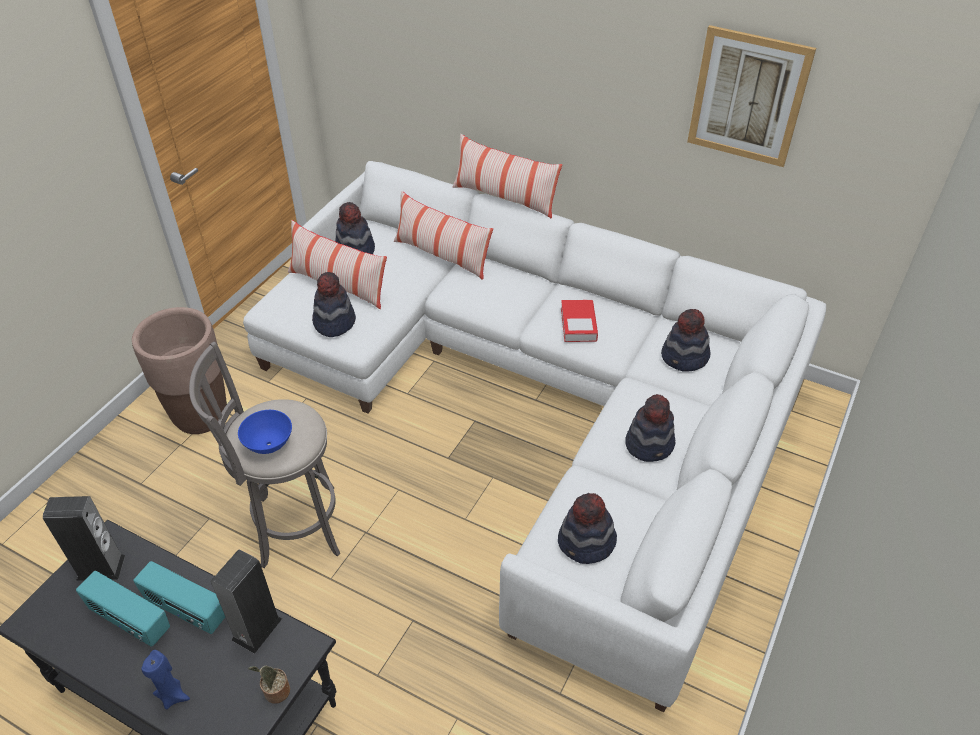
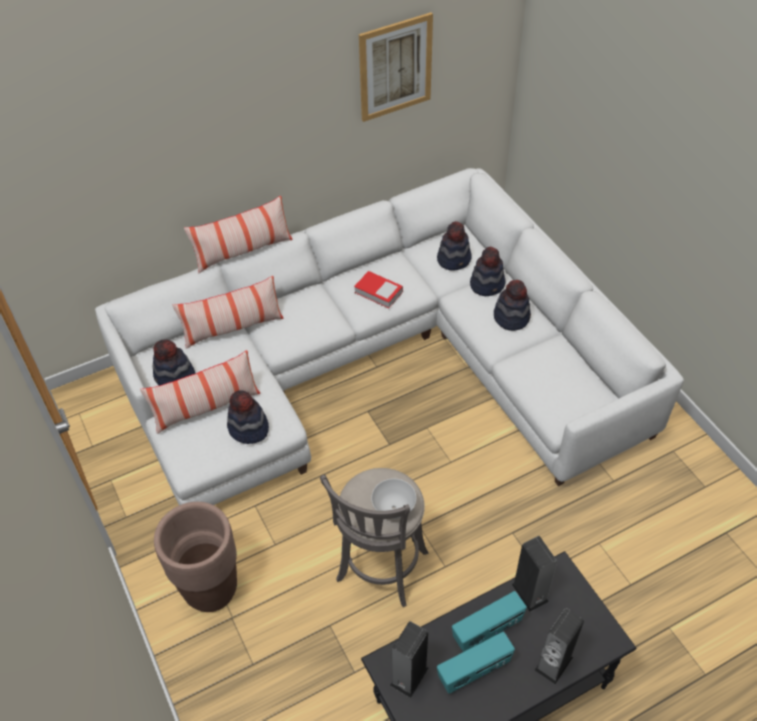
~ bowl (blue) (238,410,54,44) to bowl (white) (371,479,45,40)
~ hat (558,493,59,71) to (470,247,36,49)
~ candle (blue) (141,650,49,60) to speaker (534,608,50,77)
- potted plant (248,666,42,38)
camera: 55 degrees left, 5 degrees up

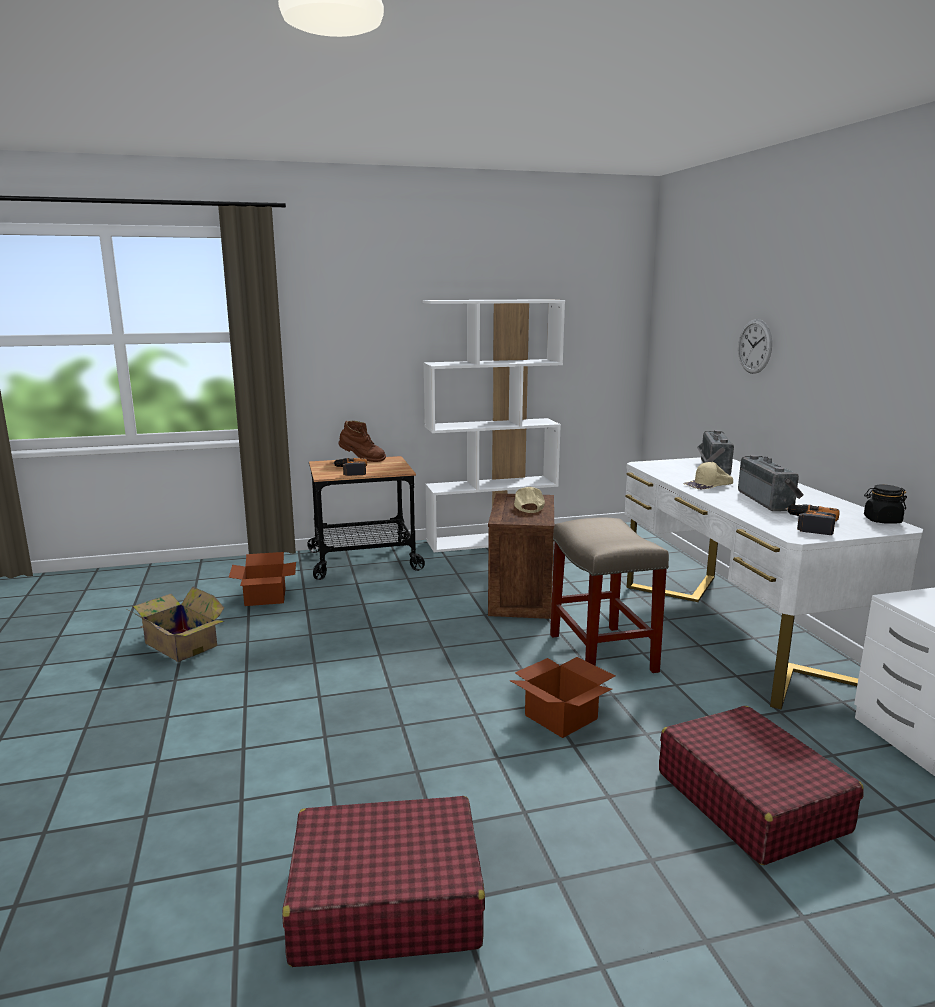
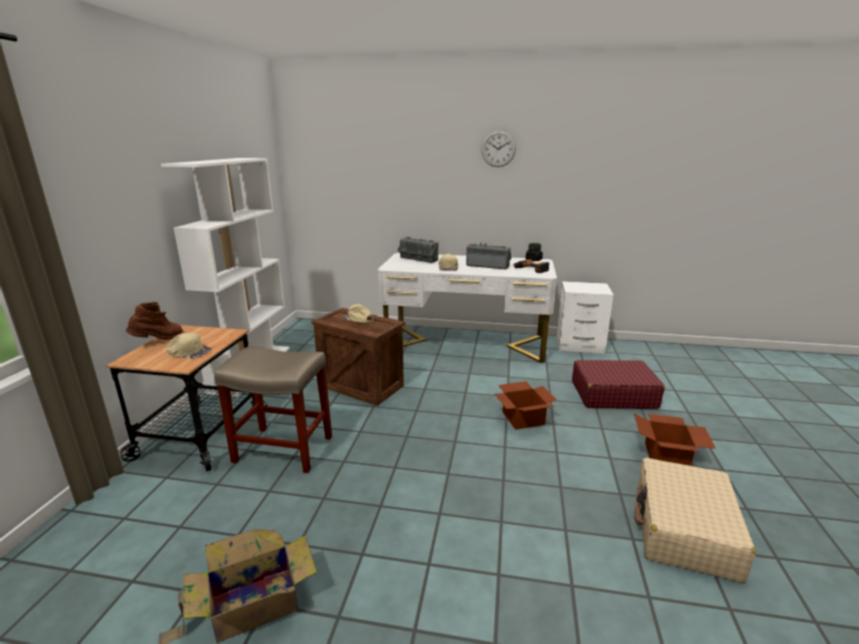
~ wall clock (738,319,34,55) to (481,131,35,36)
~ power drill (333,458,34,18) to cap (beige) (167,333,45,26)
~ stool (beige) (550,517,119,156) to (214,346,118,127)
~ cardboard box (229,552,67,54) to (634,414,82,52)
~ suitcase (red) (282,796,203,171) to suitcase (beige) (635,458,121,125)
camera: 65 degrees left, 5 degrees up

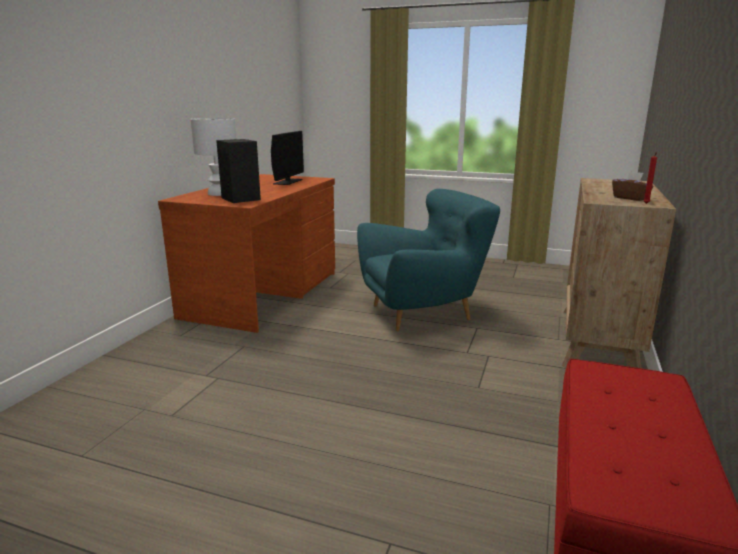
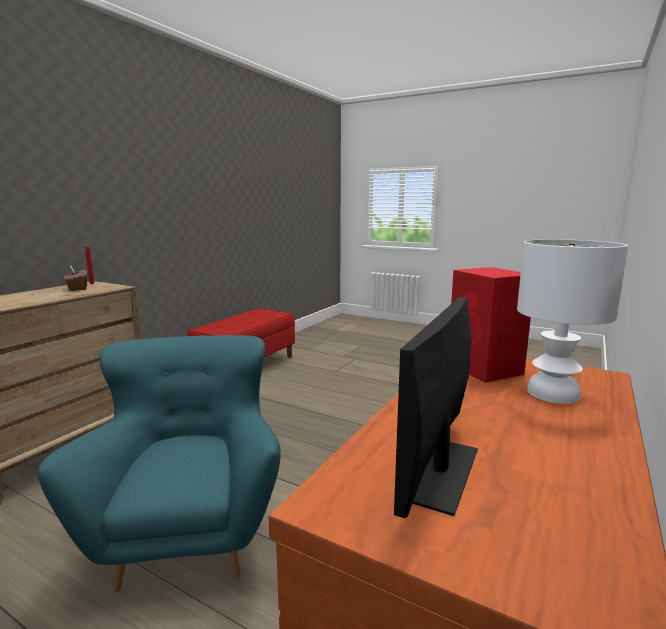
~ speaker (black) (216,139,45,64) to speaker (red) (451,267,80,116)
~ armchair (turquoise) (357,189,143,142) = (38,335,243,257) 90 degrees clockwise
camera: 170 degrees left, 5 degrees down

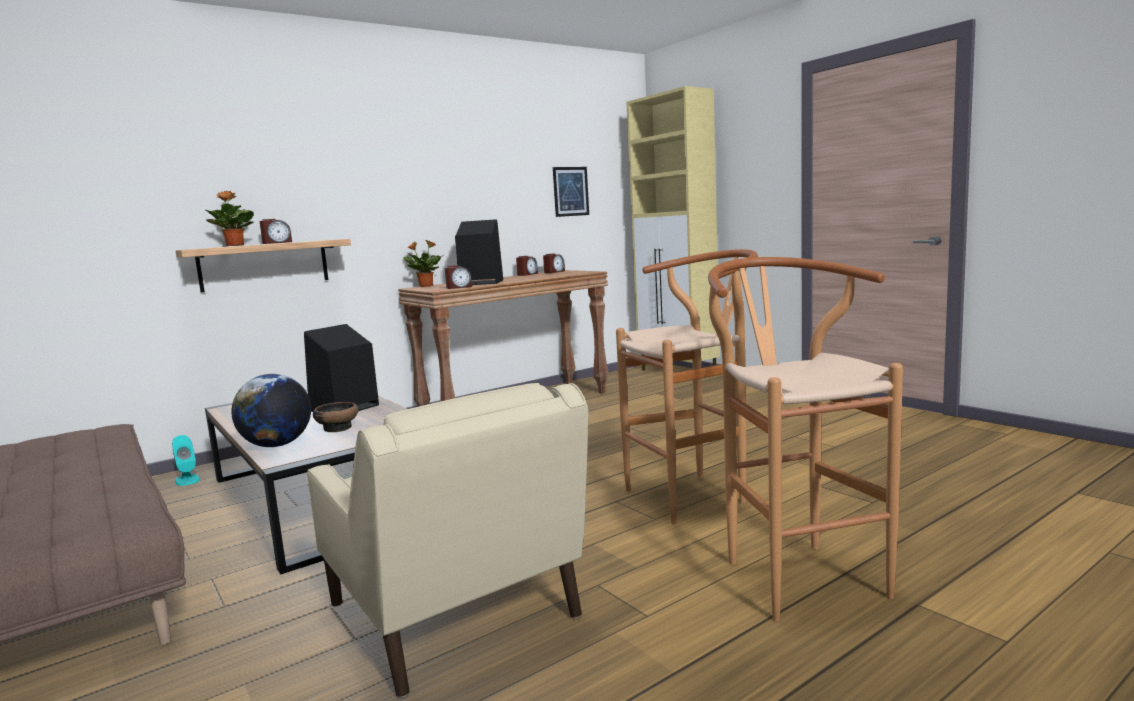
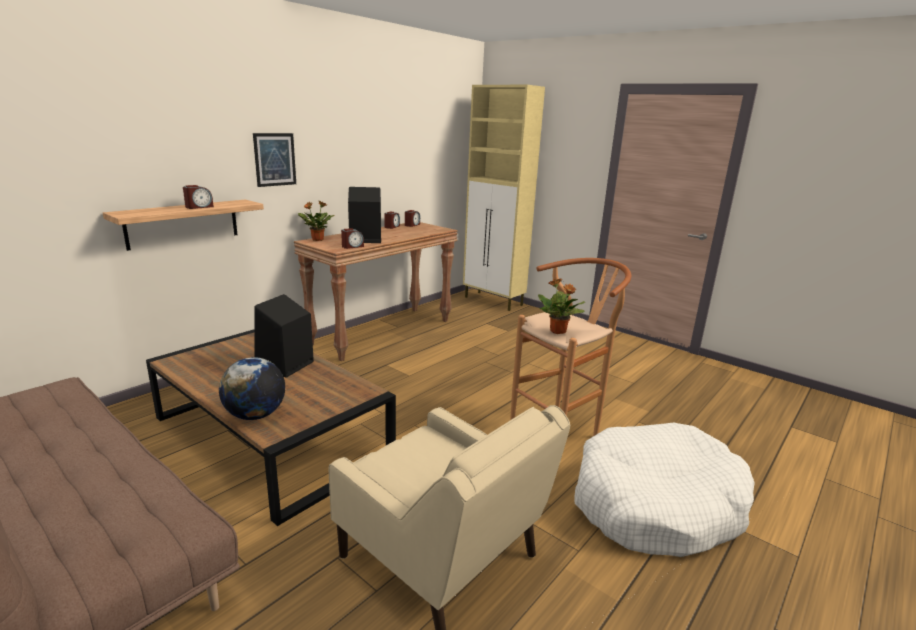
~ picture (553,167,36,50) to (253,133,43,54)
~ potted plant (206,191,48,55) to (538,278,47,56)
~ stool (brown) (708,257,195,365) to dog bed (white) (574,423,181,134)
- bowl (313,402,45,30)
- speaker (turquoise) (172,435,28,51)
camera: 15 degrees left, 10 degrees up

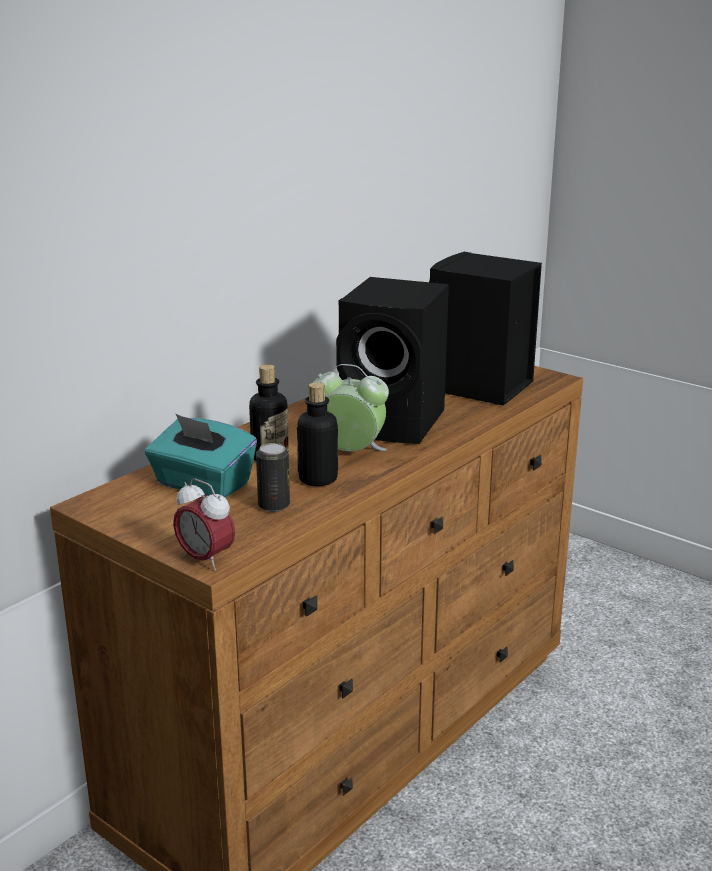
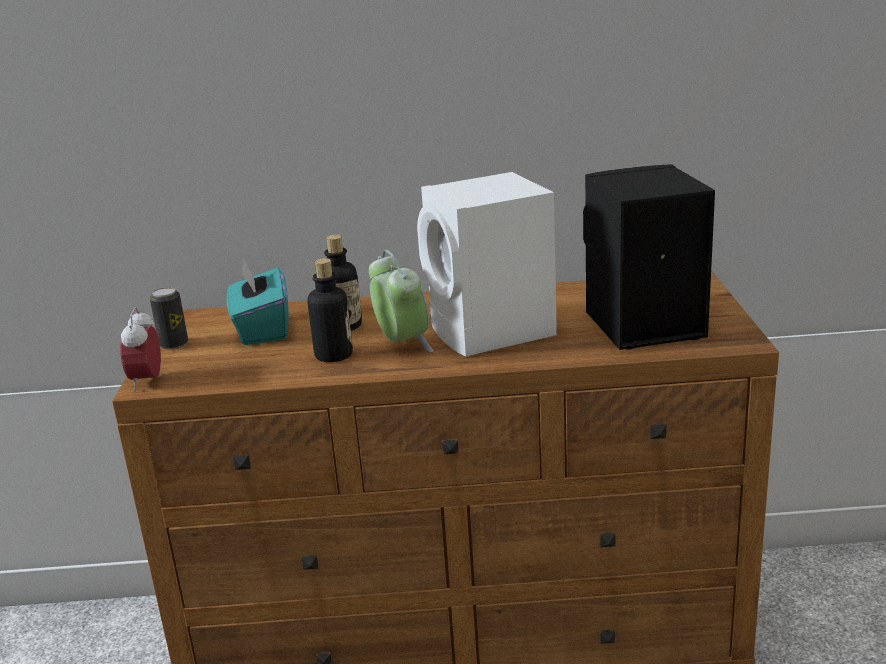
~ speaker (black) (336,277,113,167) to speaker (white) (417,172,140,185)
~ can (256,443,34,69) to (150,287,38,62)
camera: 50 degrees right, 0 degrees up

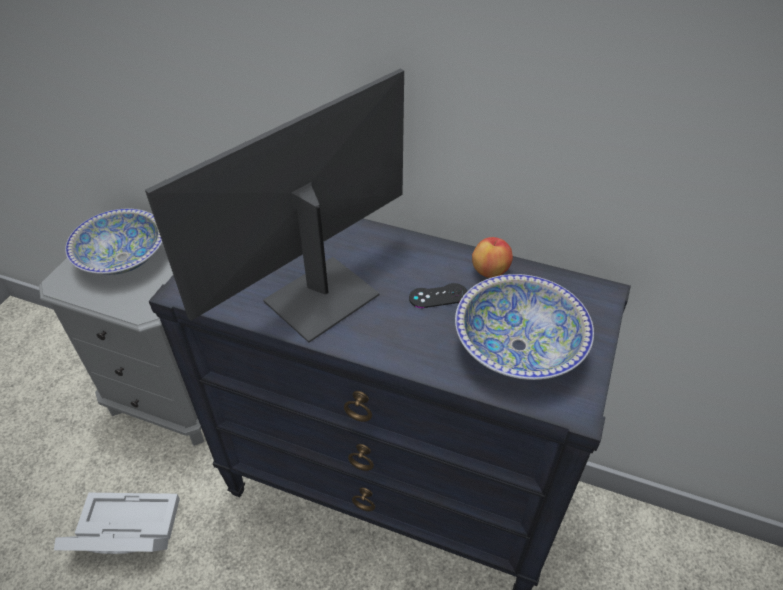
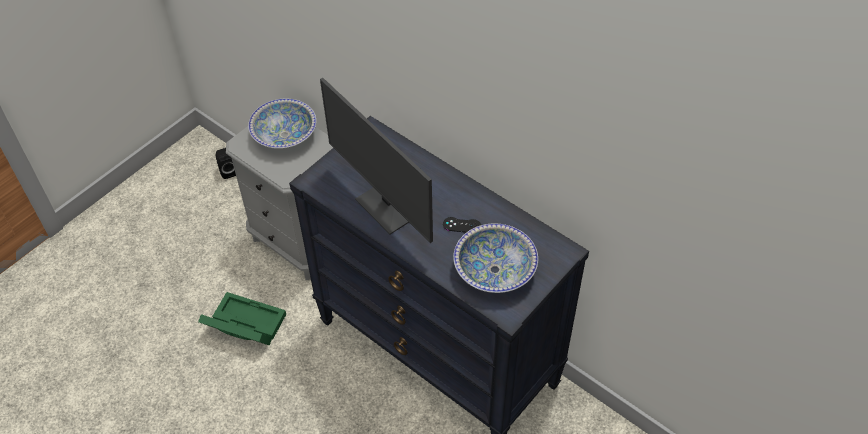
~ monitor (145,69,259,274) = (320,78,113,165) 105 degrees counterclockwise
- apple (472,237,41,41)
~ storage box (white) (54,493,126,61) to storage box (green) (198,292,88,54)
+ speaker (black) (215,148,21,31)
camera: 20 degrees right, 5 degrees up

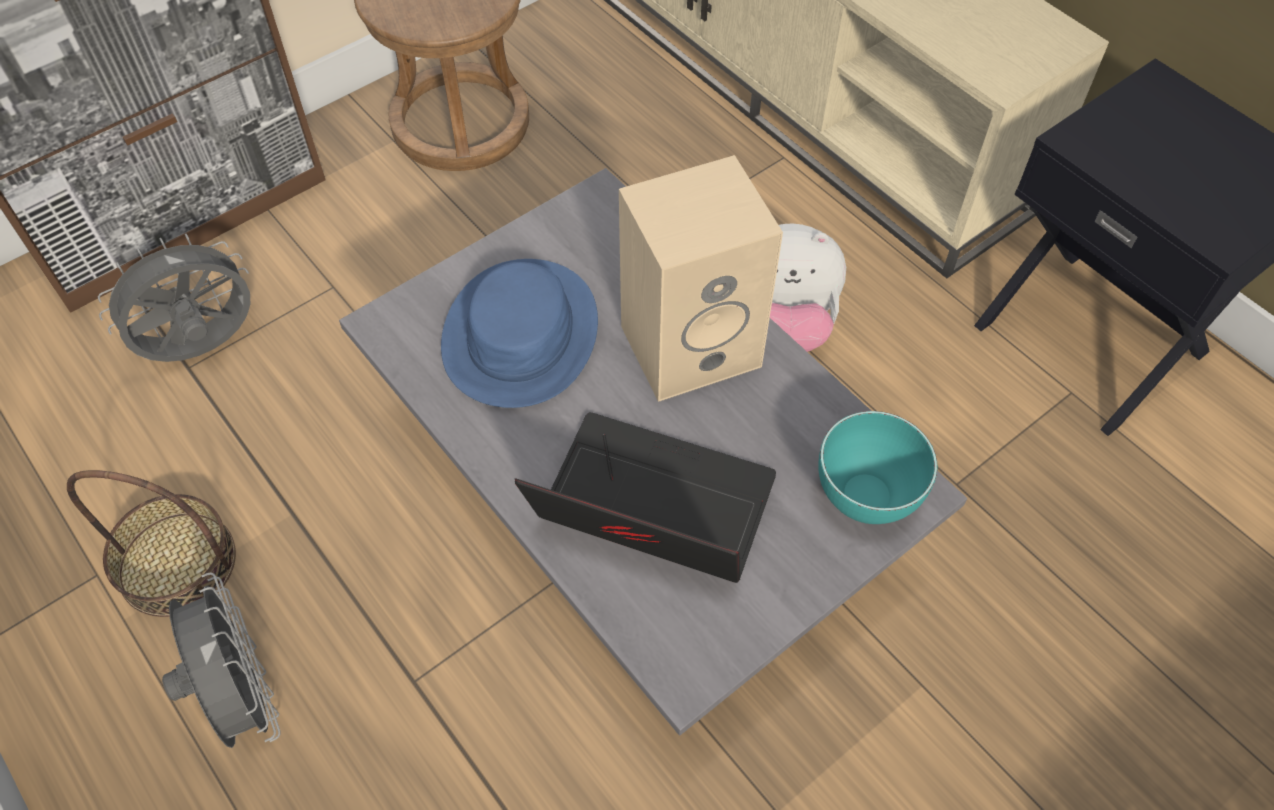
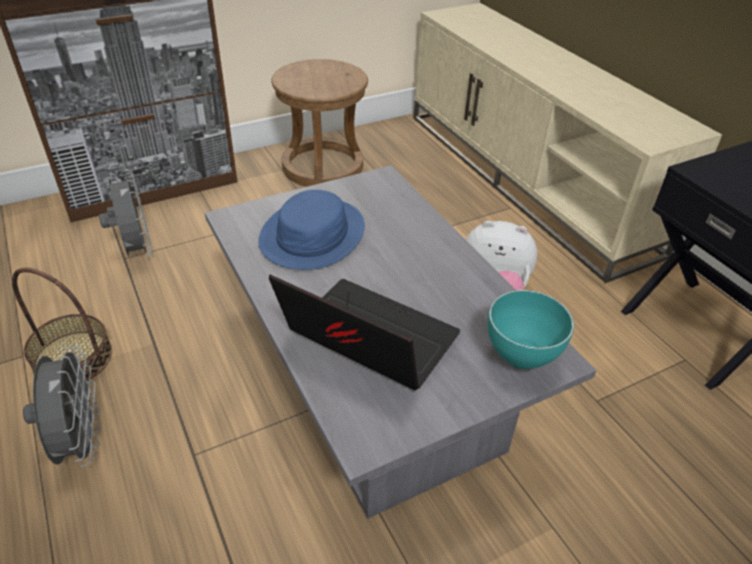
- speaker (beige) (619,155,164,247)
~ fan (grey) (98,234,152,128) = (99,170,54,88) 90 degrees clockwise
camera: 10 degrees right, 15 degrees down

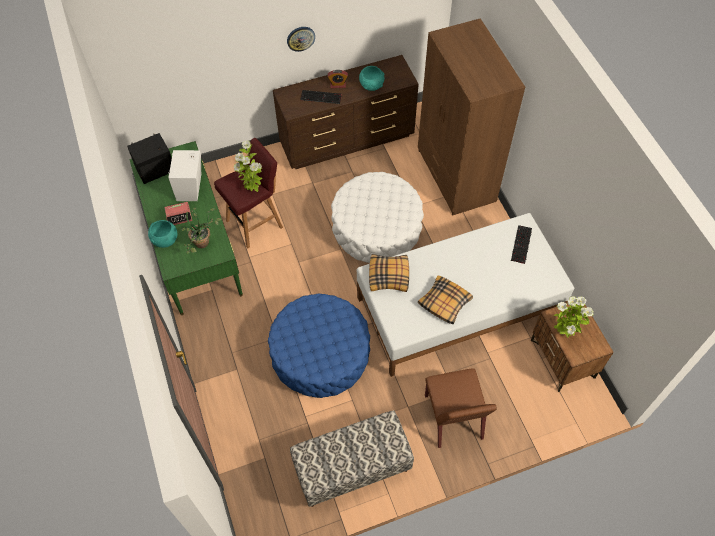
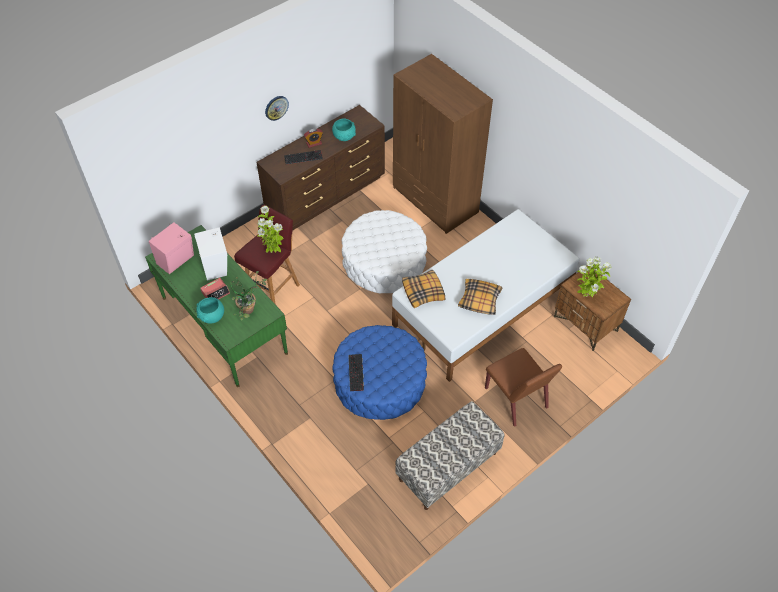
~ speaker (black) (127,133,45,51) to speaker (pink) (149,222,45,52)
~ keyboard (511,225,21,39) to (348,354,16,37)
camera: 20 degrees left, 5 degrees down

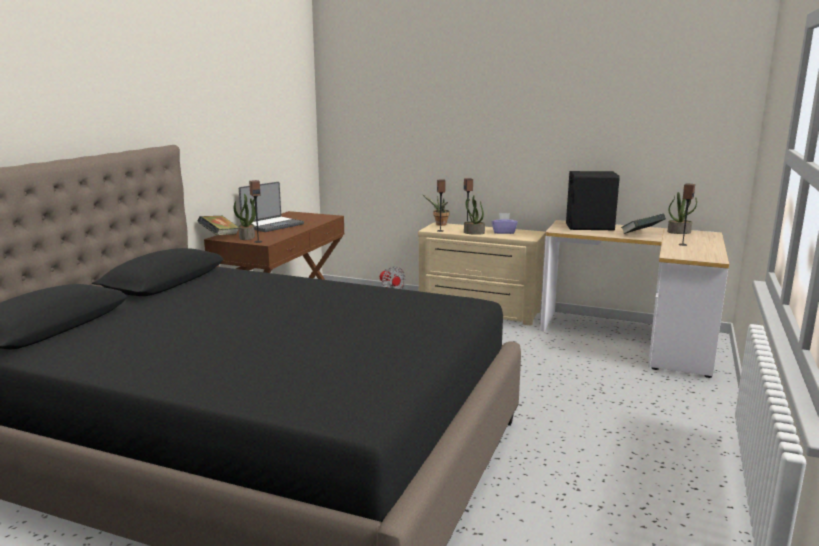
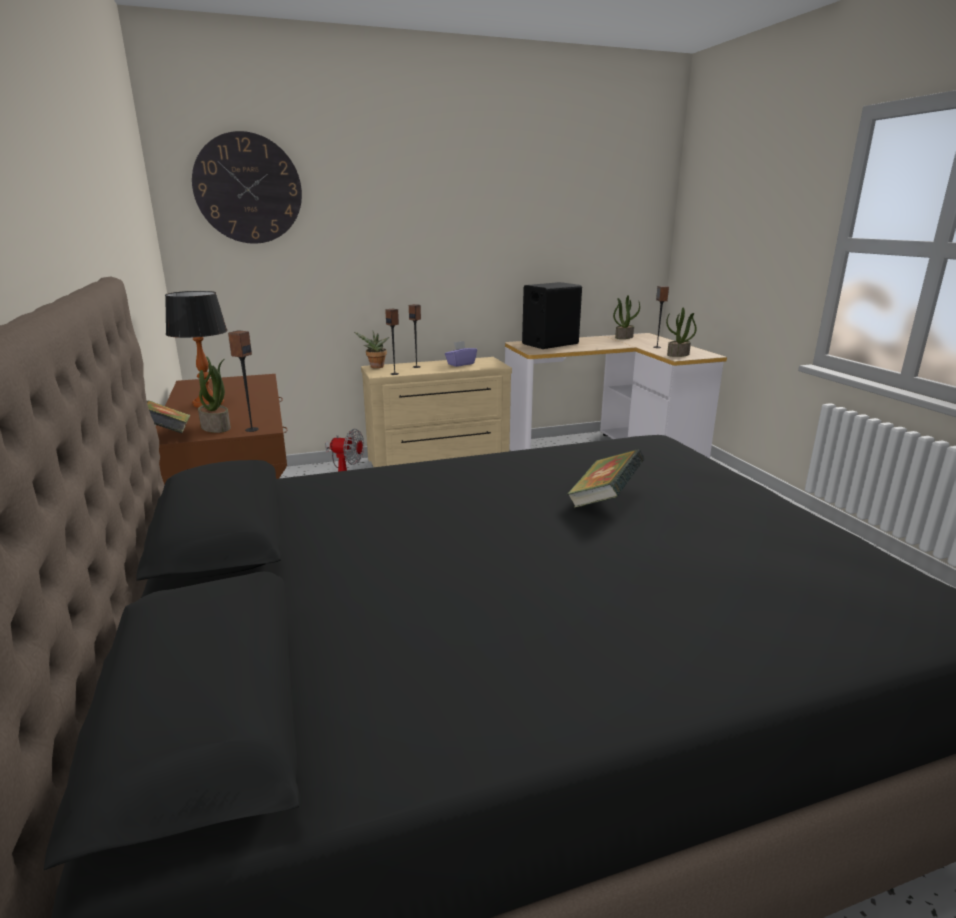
~ laptop (239,182,65,50) to table lamp (165,291,63,117)
~ potted plant (464,195,21,40) to (666,307,31,50)
~ book (621,213,44,21) to (566,449,78,59)
+ wall clock (192,131,110,113)
camera: 40 degrees left, 5 degrees up

